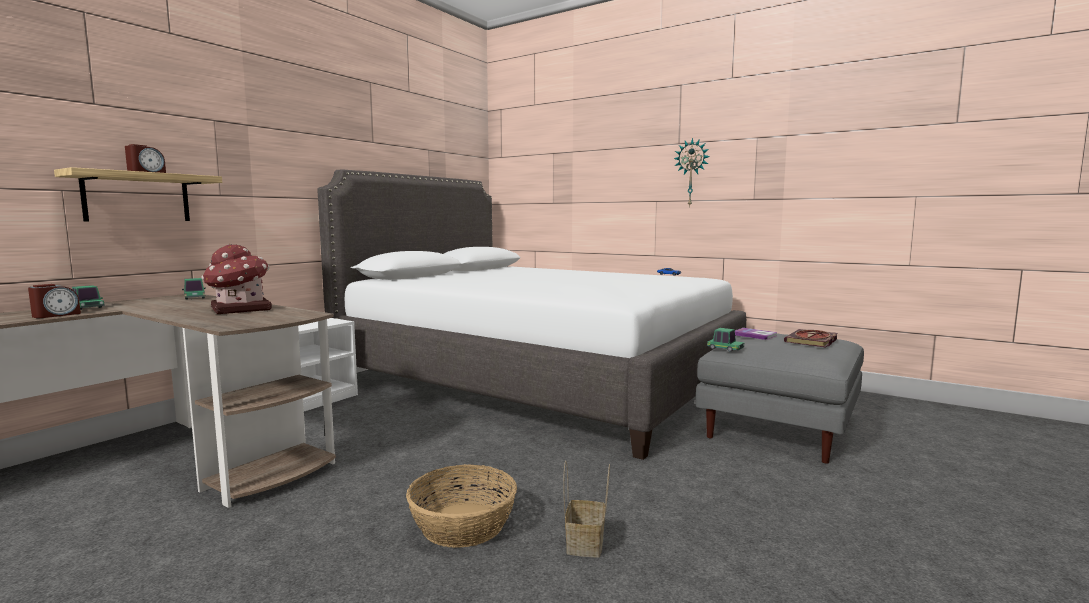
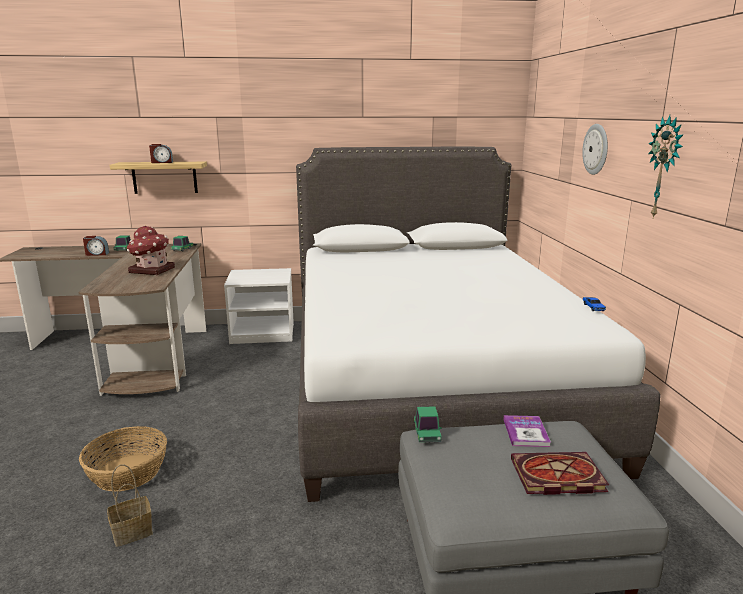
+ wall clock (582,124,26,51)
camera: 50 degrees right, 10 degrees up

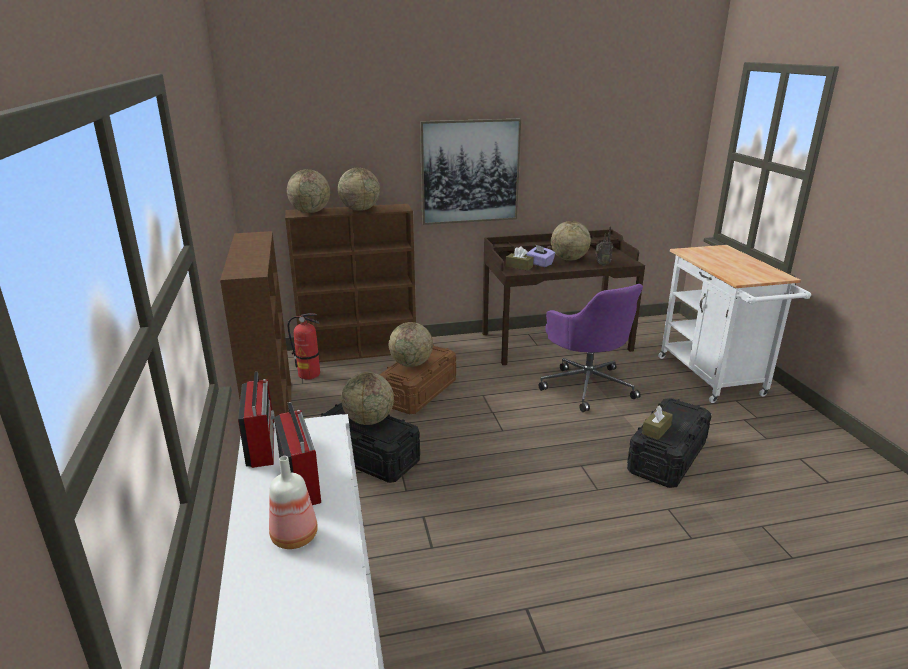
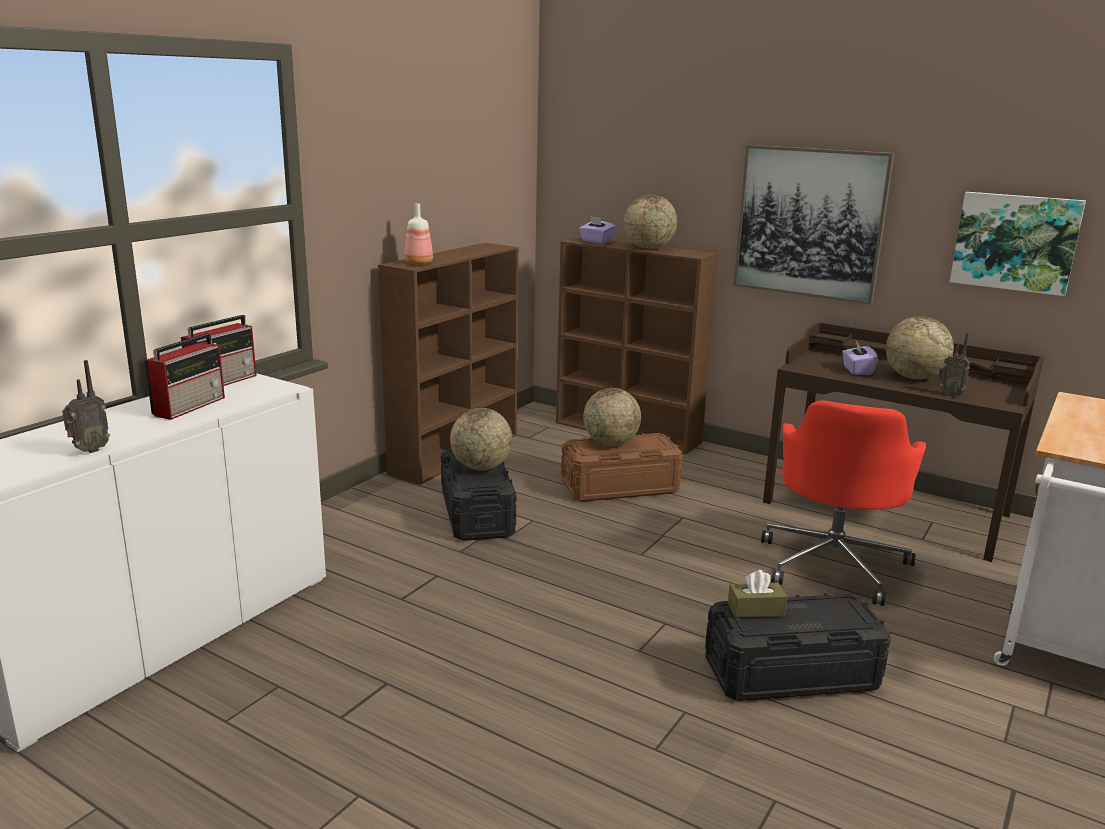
~ globe (287,169,43,44) to tissue box (purple) (579,216,37,28)
- tissue box (brown) (506,246,28,25)
~ office chair (purple) (538,284,105,128) to office chair (red) (761,400,165,206)
- fire extinguisher (288,313,32,67)
~ bottle (269,456,49,93) to (404,203,29,62)
+ picture (950,192,136,104)
+ radio (62,360,48,93)
camera: 45 degrees right, 5 degrees down

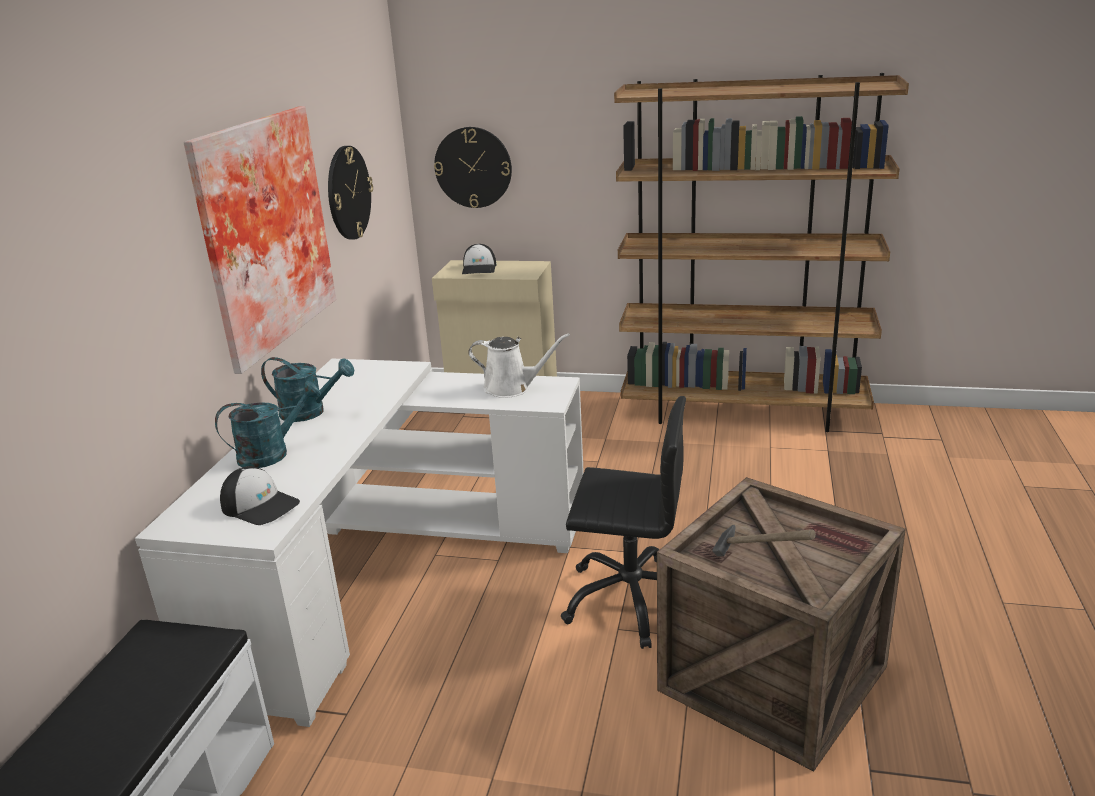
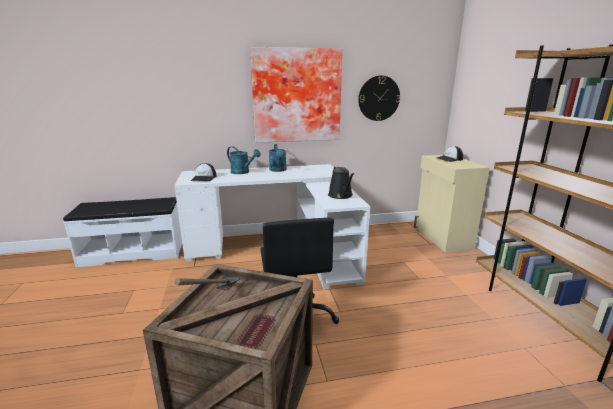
- wall clock (434,127,78,81)
~ watering can (white) (468,333,102,65) to watering can (black) (328,166,26,33)
camera: 65 degrees right, 5 degrees down

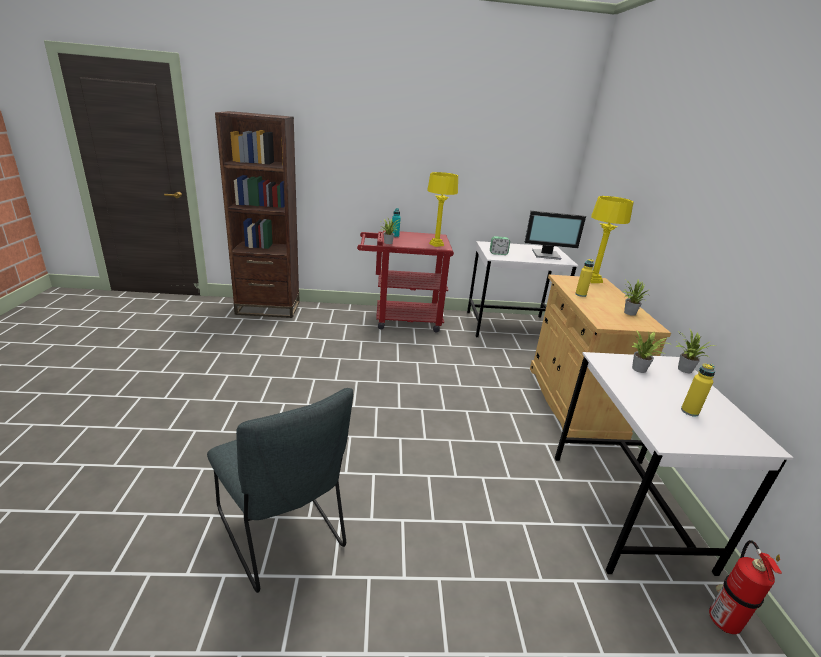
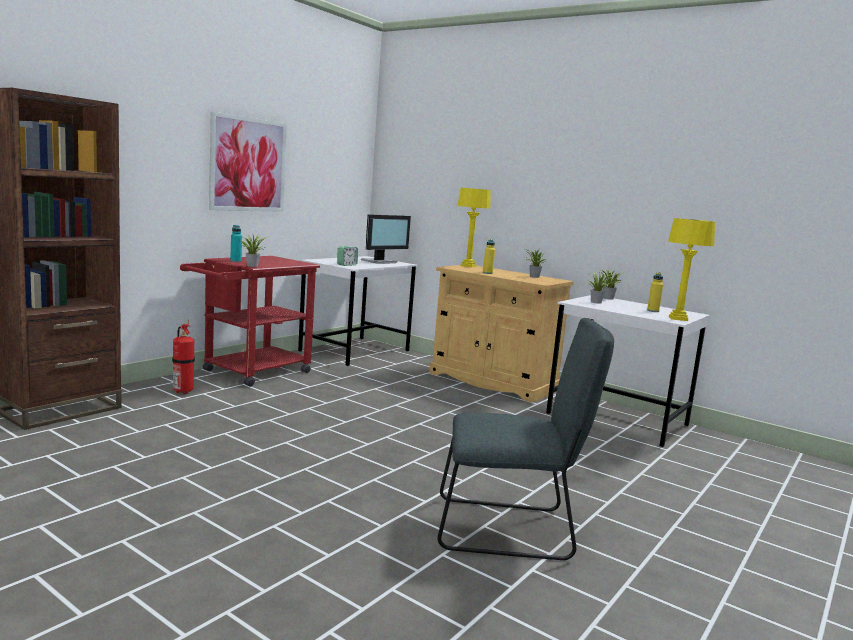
~ table lamp (yellow) (427,172,31,75) to (668,218,47,103)
~ fire extinguisher (709,540,73,94) to (172,321,23,73)
+ picture (209,112,78,100)
camera: 50 degrees left, 15 degrees down

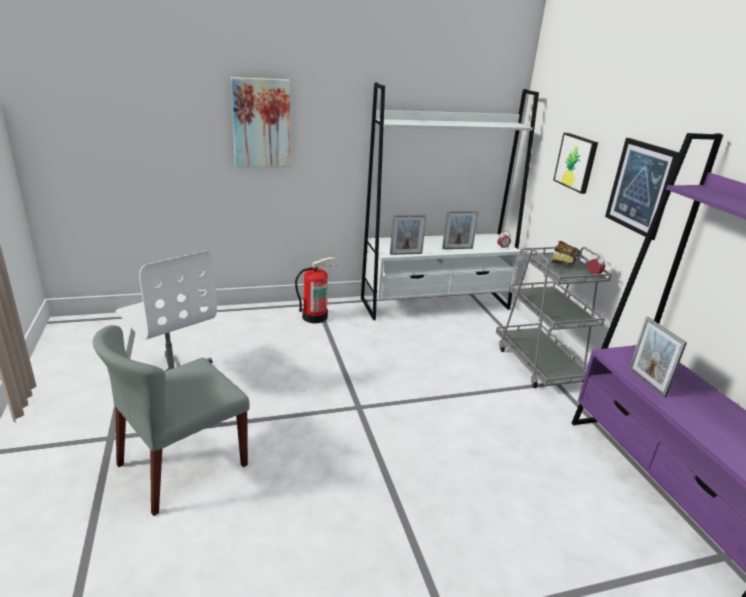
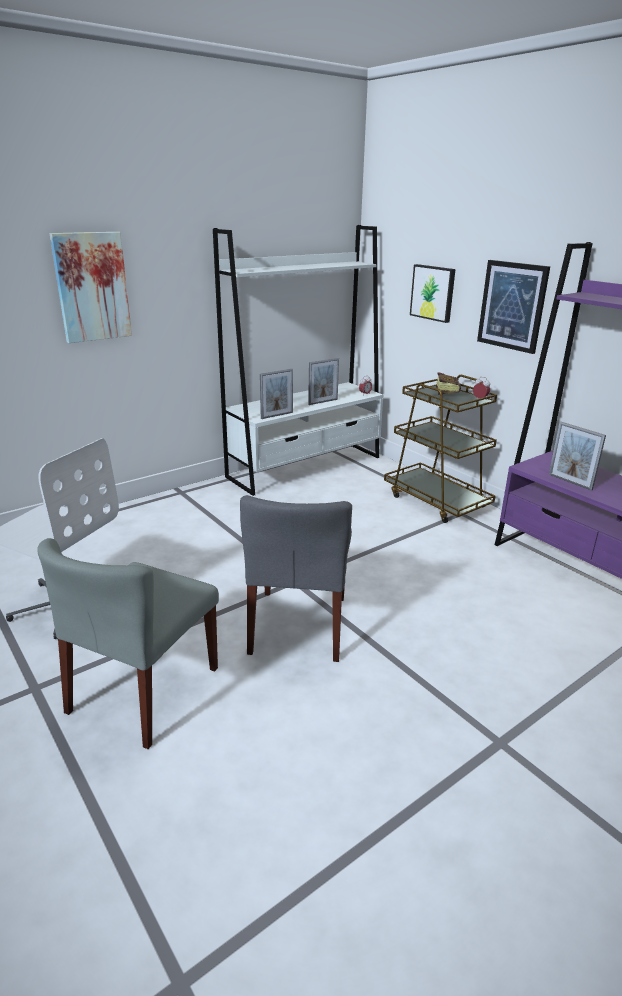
~ cart (grey) (496,247,116,141) to cart (brown) (384,375,113,148)
- fire extinguisher (295,257,43,66)
+ chair (grey) (240,495,112,167)
camera: 20 degrees left, 0 degrees up

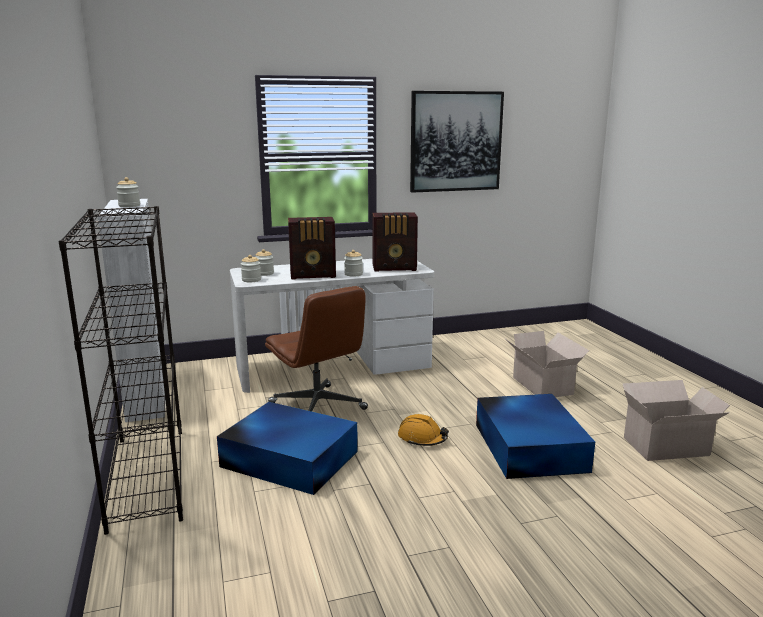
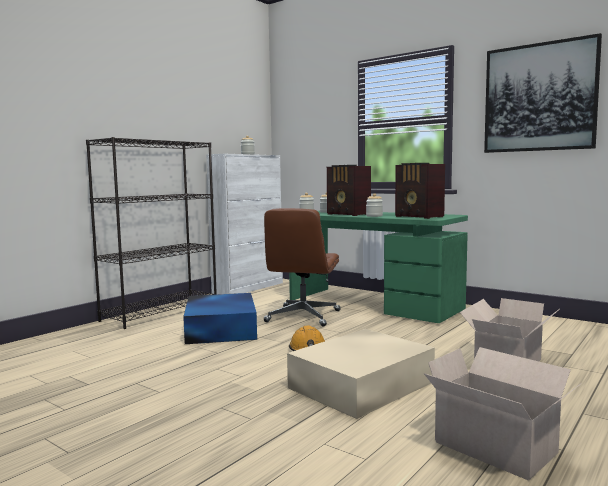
~ desk (white) (230,259,204,134) to desk (green) (289,211,179,112)
~ storage box (blue) (476,394,119,85) to storage box (beige) (287,329,148,90)
camera: 55 degrees right, 10 degrees down

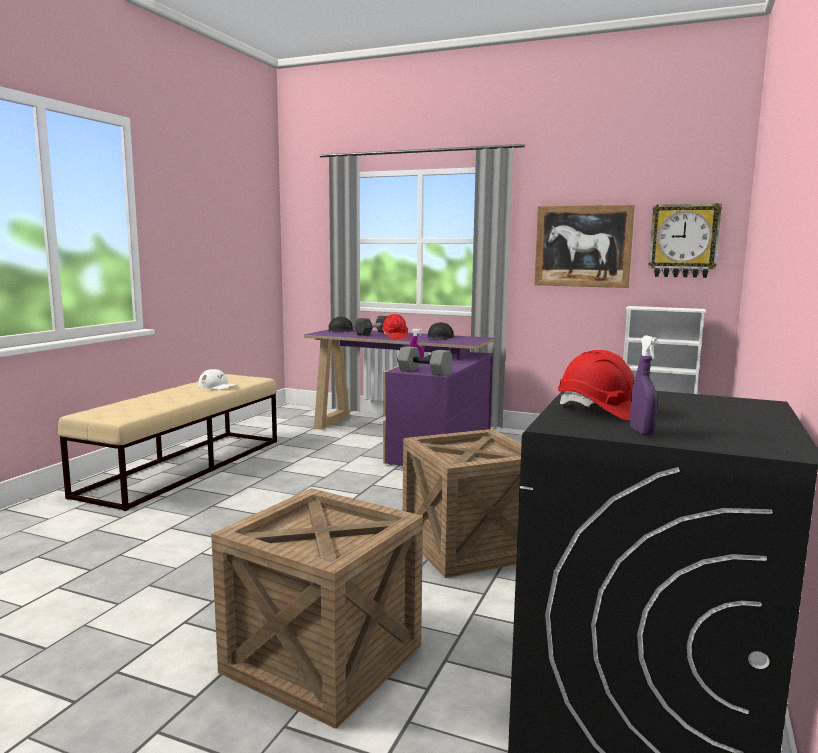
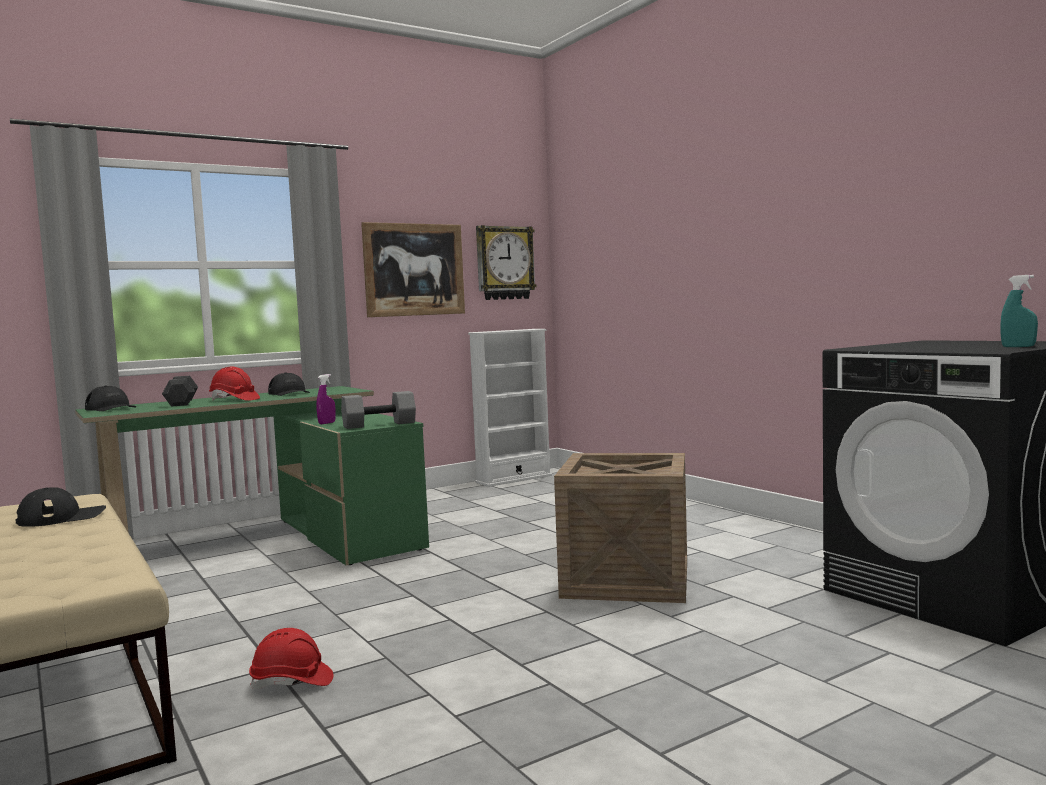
~ desk (purple) (304,329,191,137) to desk (green) (75,386,354,179)
~ spray bottle (purple) (630,336,28,99) to spray bottle (turquoise) (1000,275,38,72)
~ hard hat (red) (558,350,76,71) to (249,628,85,61)
~ cap (white) (198,369,38,21) to cap (black) (16,487,90,40)
- crate (211,488,212,241)
camera: 55 degrees left, 5 degrees down

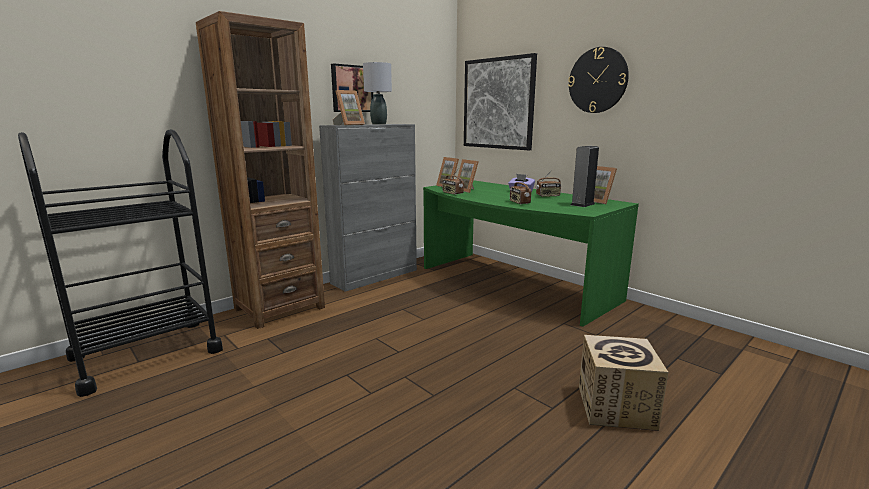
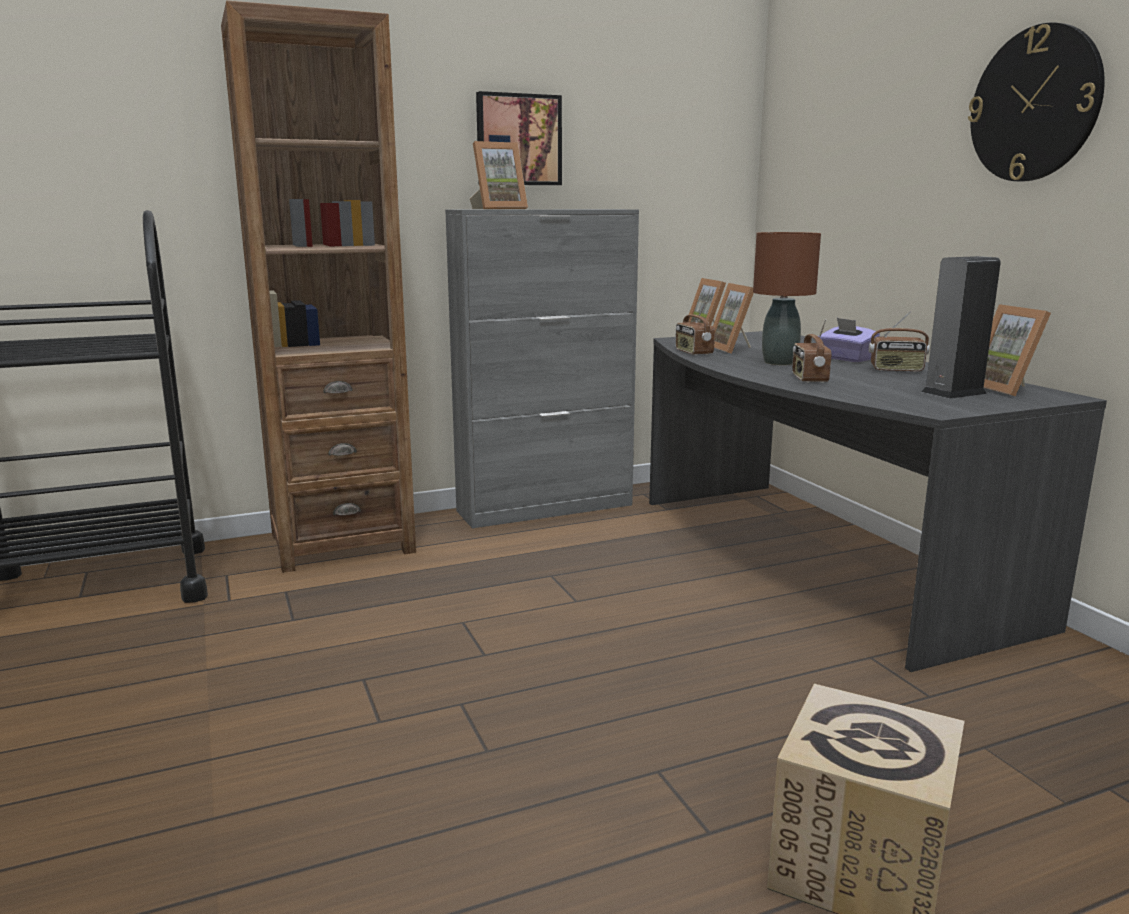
- picture (464,53,73,97)
- table lamp (grey) (363,62,29,63)
~ desk (green) (423,180,216,147) to desk (grey) (649,331,458,341)
+ table lamp (brown) (753,232,68,133)
camera: 20 degrees right, 0 degrees up

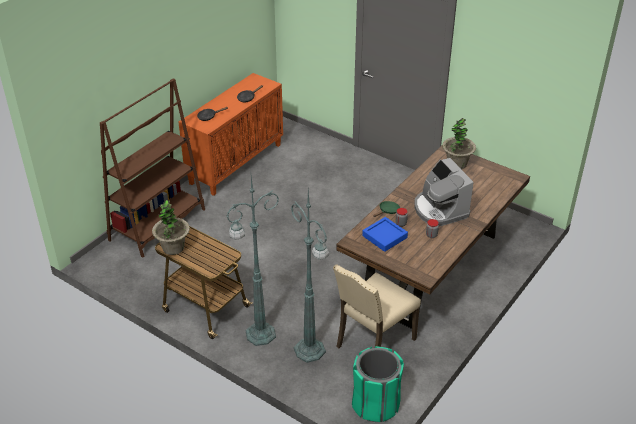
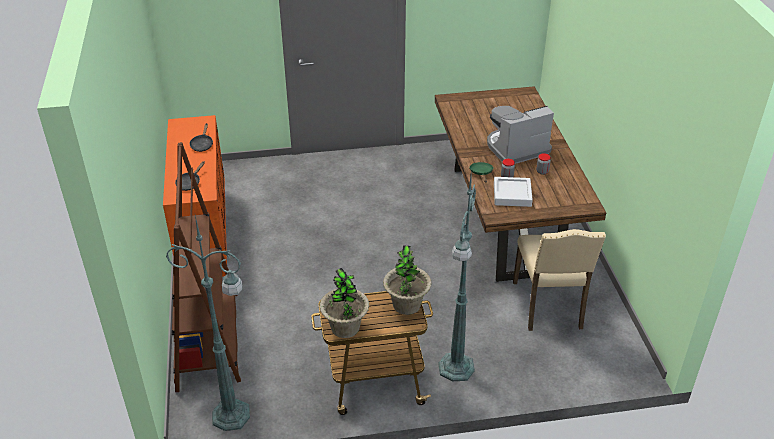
~ potted plant (442,118,34,51) to (383,245,49,70)
~ coffee machine (414,158,60,68) = (487,106,67,58) 135 degrees clockwise
~ floor lamp (green) (291,189,38,174) to (166,216,84,215)
~ tray (blue) (362,217,46,35) to tray (grey) (494,177,39,30)
- trash can (green) (352,346,52,76)
camera: 45 degrees left, 0 degrees up

